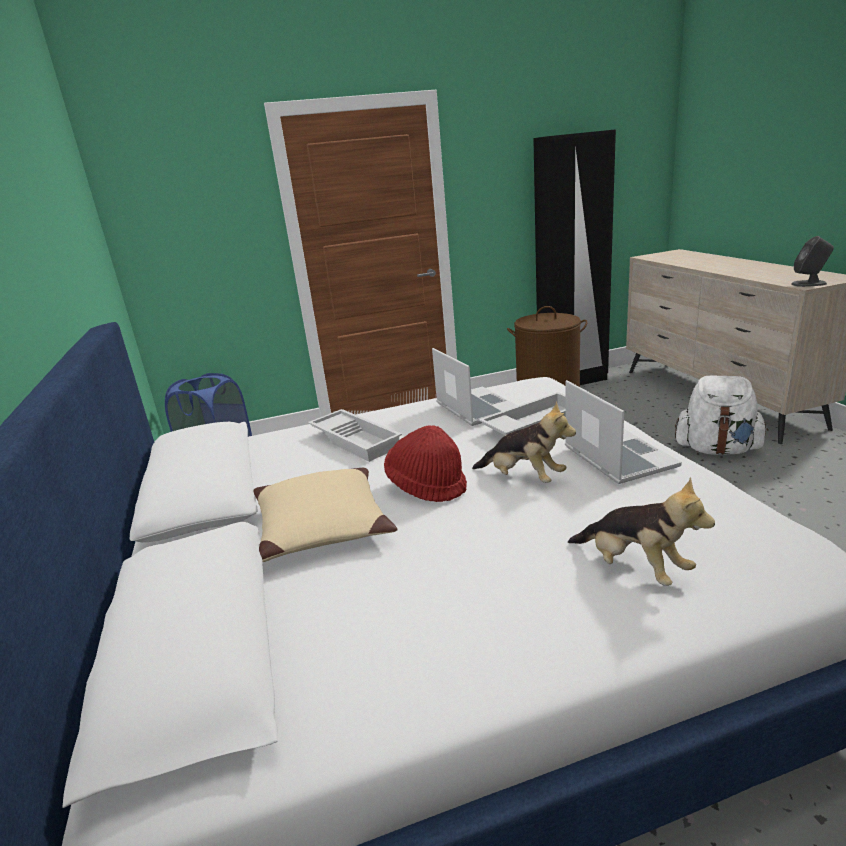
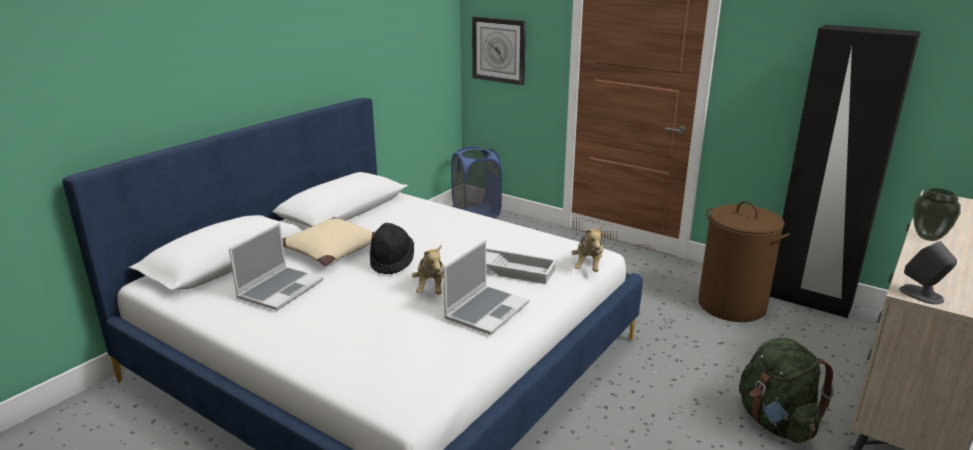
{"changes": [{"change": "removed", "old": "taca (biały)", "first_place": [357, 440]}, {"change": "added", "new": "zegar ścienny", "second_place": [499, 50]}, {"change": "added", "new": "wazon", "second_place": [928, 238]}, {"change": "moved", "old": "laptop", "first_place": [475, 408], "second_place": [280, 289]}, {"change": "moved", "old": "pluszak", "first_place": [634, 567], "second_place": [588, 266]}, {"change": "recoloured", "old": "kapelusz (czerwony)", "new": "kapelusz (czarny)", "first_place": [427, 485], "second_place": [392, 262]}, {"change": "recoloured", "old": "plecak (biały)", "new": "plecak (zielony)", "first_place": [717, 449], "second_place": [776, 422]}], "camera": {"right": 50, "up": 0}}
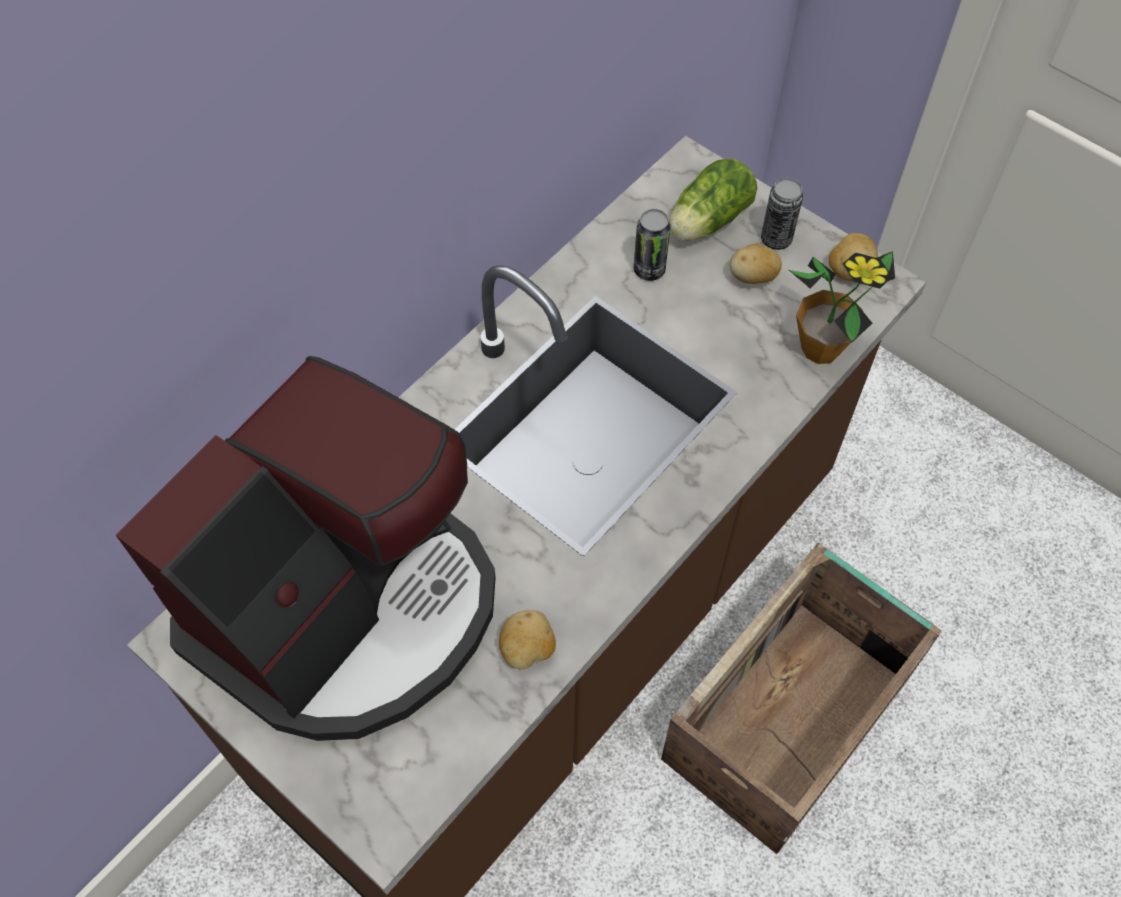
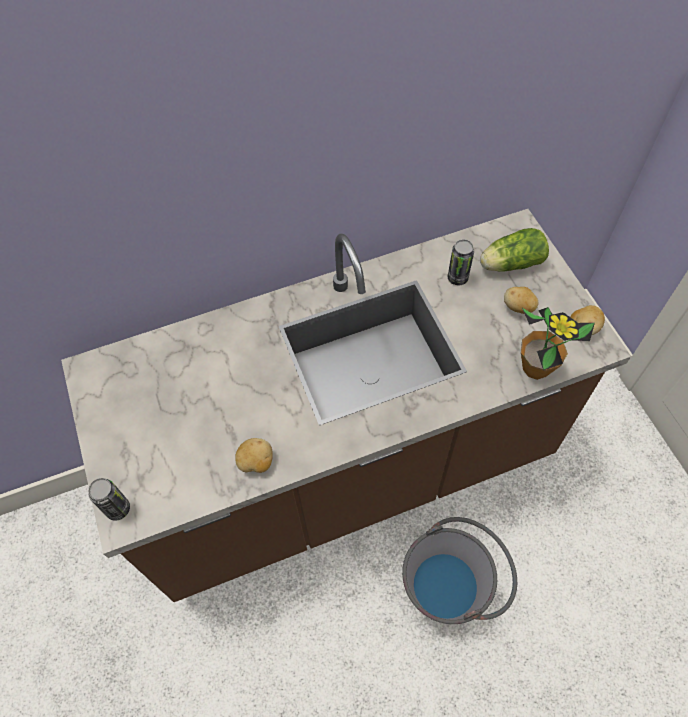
{"changes": [{"change": "removed", "old": "ekspres do kawy", "first_place": [348, 607]}, {"change": "moved", "old": "puszka", "first_place": [776, 239], "second_place": [118, 509]}, {"change": "replaced", "old": "skrzynka", "new": "wiadro (szary)", "first_place": [790, 716], "second_place": [453, 585]}], "camera": {"right": 30, "up": 0}}
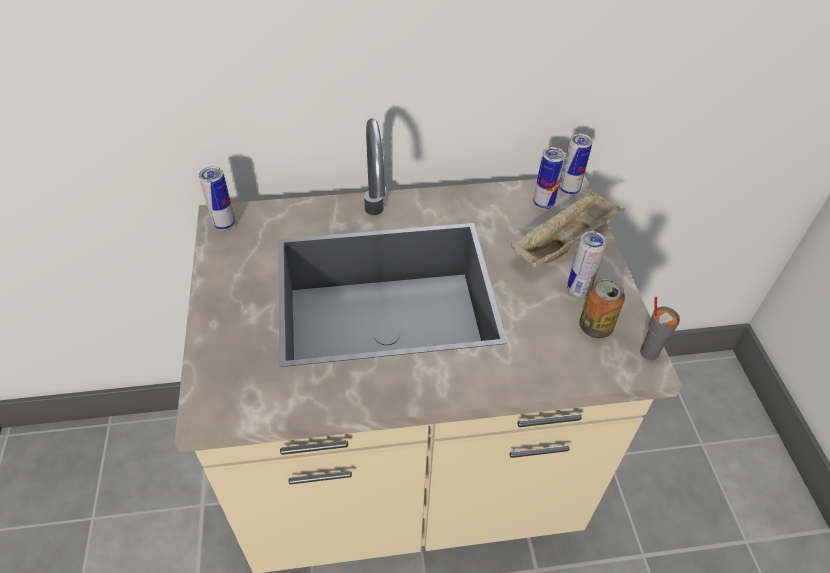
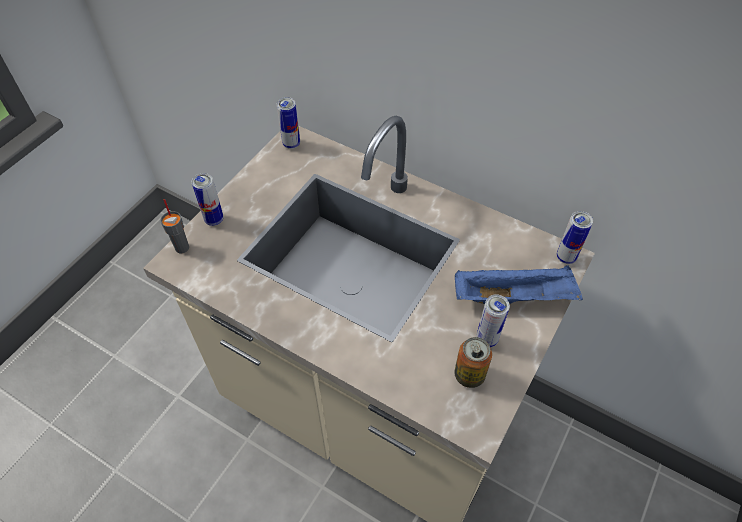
{"changes": [{"change": "moved", "old": "puszka", "first_place": [543, 204], "second_place": [214, 219]}, {"change": "moved", "old": "filiżanka (szary)", "first_place": [648, 352], "second_place": [182, 247]}, {"change": "recoloured", "old": "taca (beżowy)", "new": "taca (niebieski)", "first_place": [564, 243], "second_place": [514, 296]}], "camera": {"right": 40, "up": 5}}
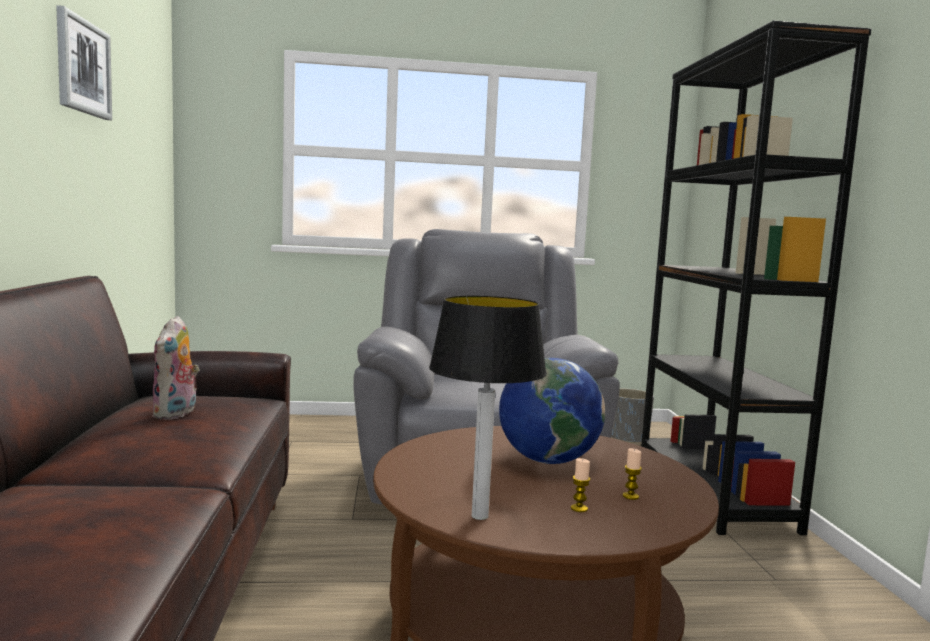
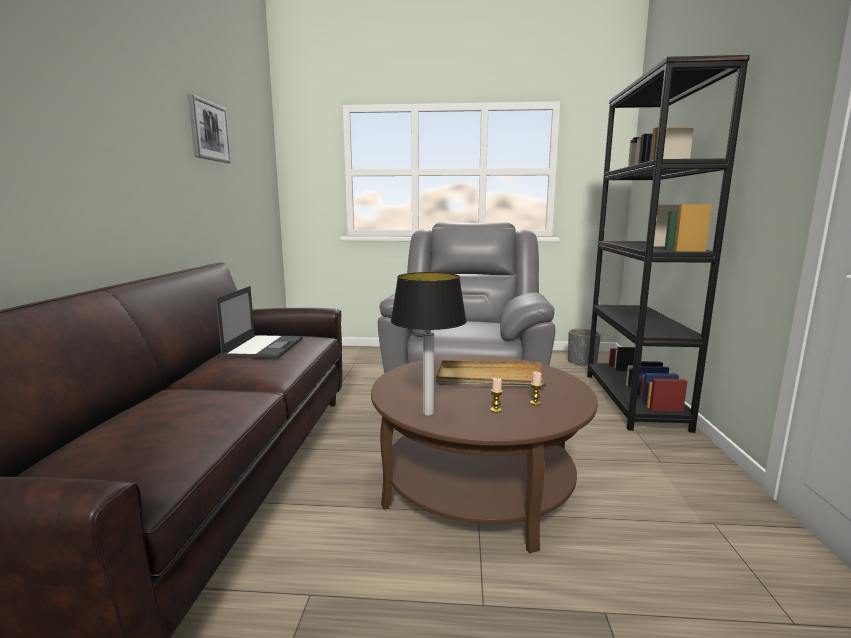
{"changes": [{"change": "replaced", "old": "pluszak", "new": "laptop", "first_place": [176, 414], "second_place": [264, 347]}, {"change": "replaced", "old": "globus", "new": "taca (beżowy)", "first_place": [548, 460], "second_place": [489, 378]}], "camera": {"right": 10, "up": 5}}
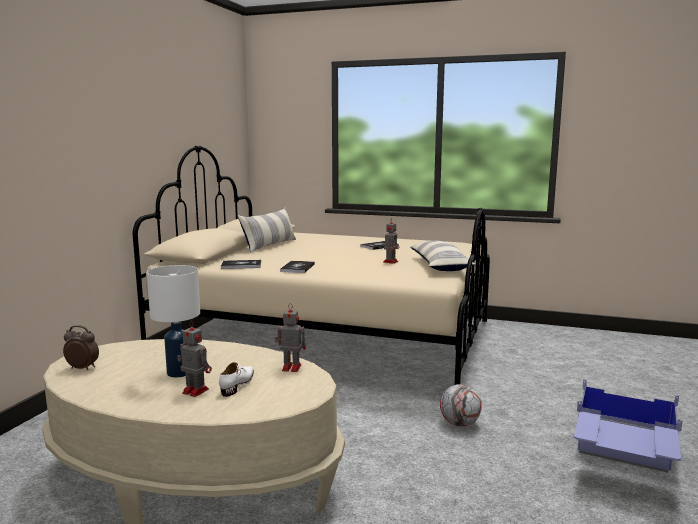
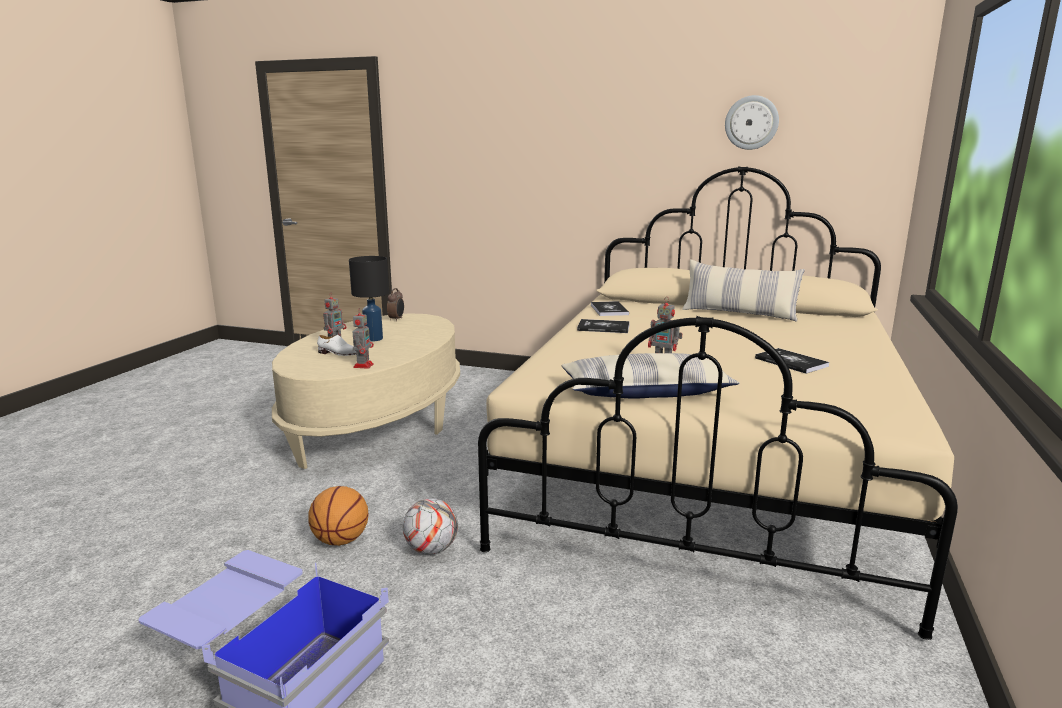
{"changes": [{"change": "added", "new": "piłka do koszykówki", "second_place": [341, 541]}, {"change": "added", "new": "zegar ścienny", "second_place": [751, 122]}, {"change": "recoloured", "old": "lampa stołowa (biały)", "new": "lampa stołowa (czarny)", "first_place": [180, 372], "second_place": [374, 339]}], "camera": {"right": 90, "up": 5}}
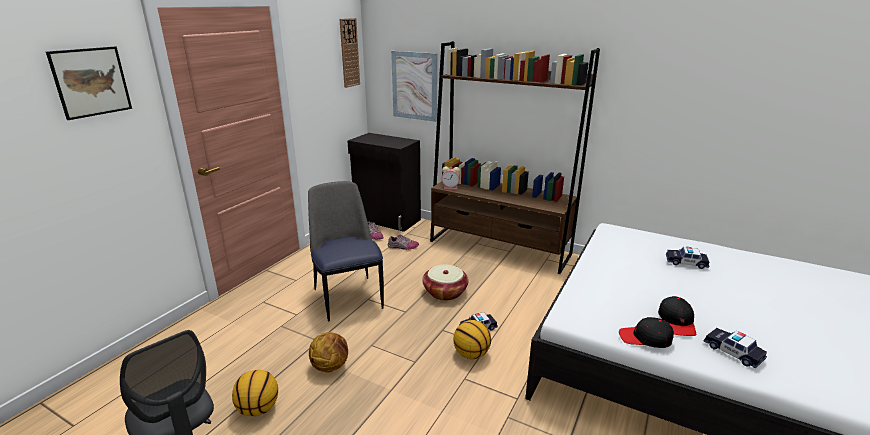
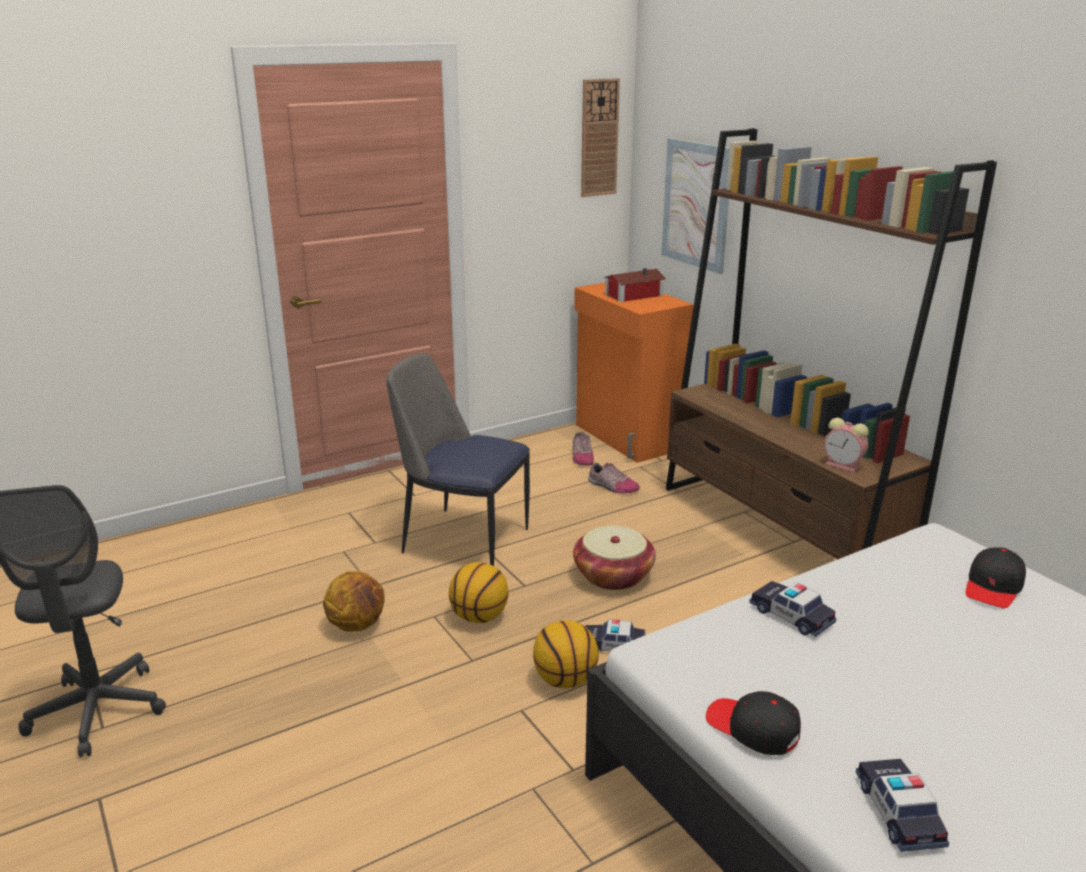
{"changes": [{"change": "removed", "old": "obraz", "first_place": [91, 82]}, {"change": "added", "new": "domek", "second_place": [632, 295]}, {"change": "moved", "old": "piłka do koszykówki", "first_place": [258, 409], "second_place": [479, 617]}, {"change": "moved", "old": "budzik", "first_place": [451, 187], "second_place": [844, 465]}, {"change": "moved", "old": "czapka z daszkiem (czarny)", "first_place": [677, 322], "second_place": [993, 587]}, {"change": "moved", "old": "samochodzik", "first_place": [686, 262], "second_place": [791, 616]}, {"change": "recoloured", "old": "szafka (czarny)", "new": "szafka (pomarańczowy)", "first_place": [387, 220], "second_place": [627, 437]}, {"change": "turned", "old": "krzesło", "first_place": [348, 297], "second_place": [462, 539], "degrees": -75}], "camera": {"right": 30, "up": 0}}
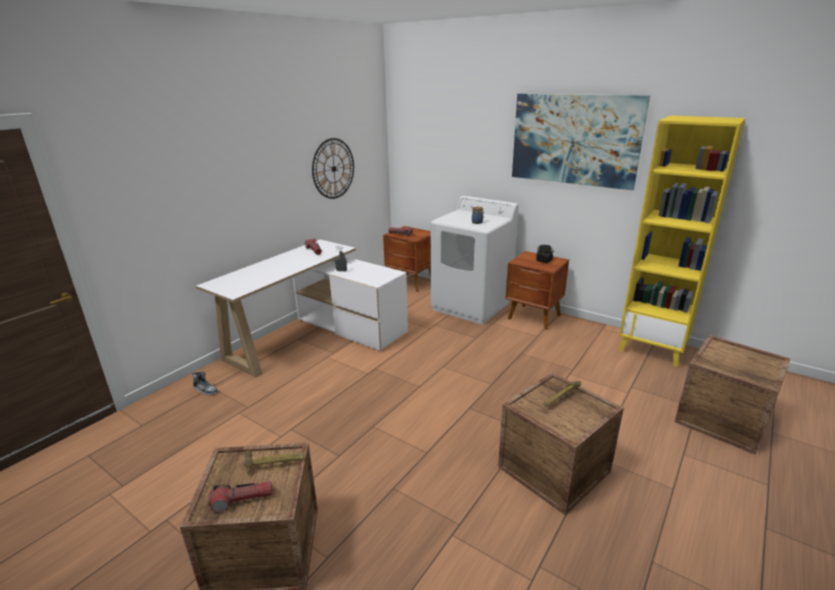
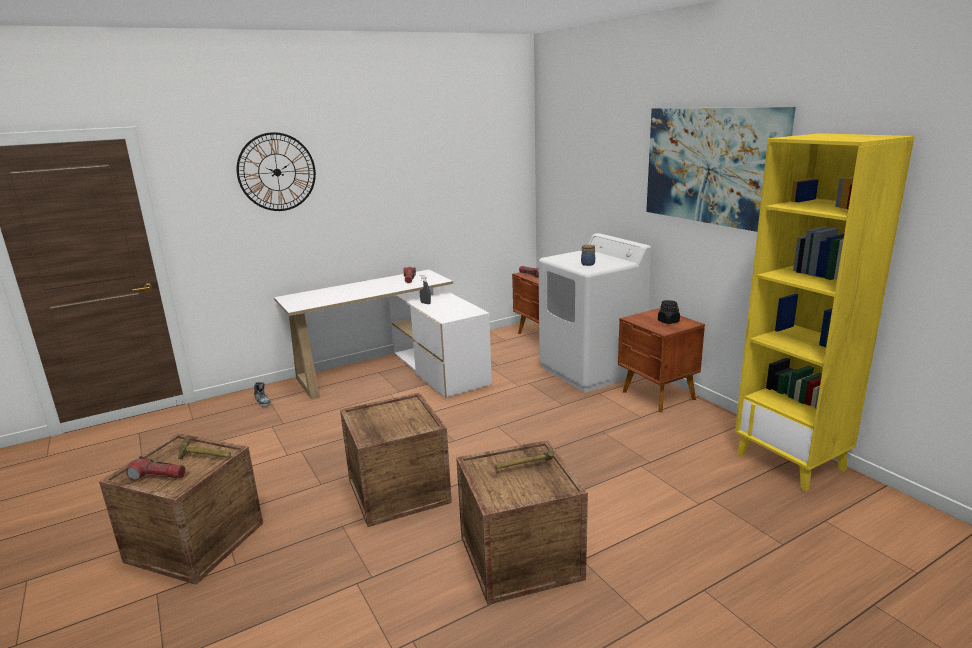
{"changes": [{"change": "moved", "old": "zegar ścienny", "first_place": [333, 168], "second_place": [277, 172]}, {"change": "moved", "old": "skrzynka", "first_place": [722, 419], "second_place": [398, 491]}], "camera": {"right": 25, "up": -5}}
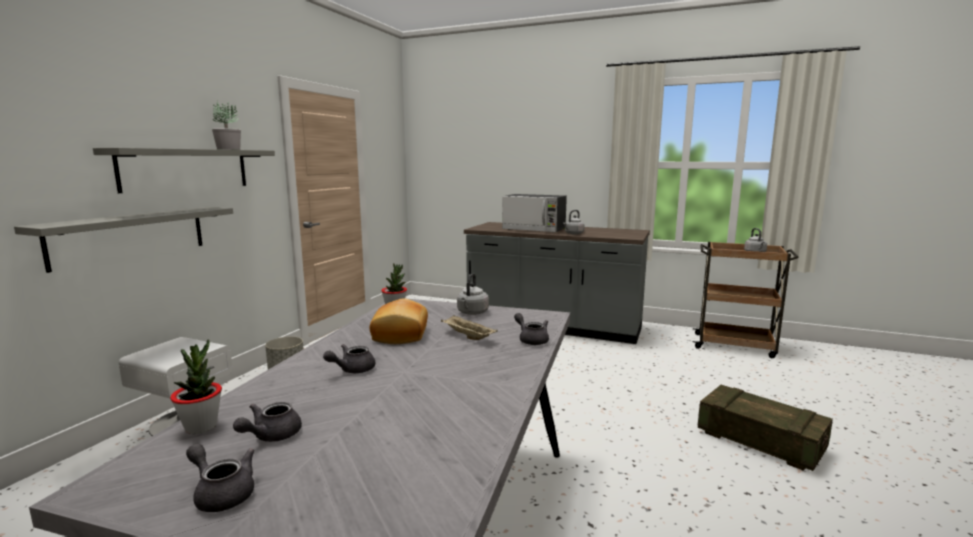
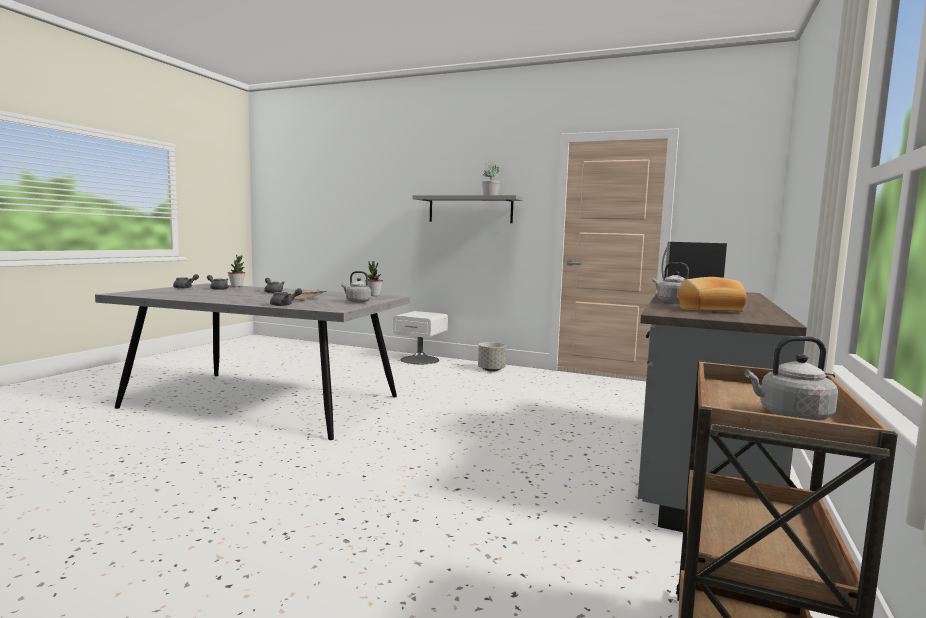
{"changes": [{"change": "removed", "old": "półka (szary)", "first_place": [131, 236]}, {"change": "removed", "old": "skrzynka", "first_place": [759, 441]}, {"change": "moved", "old": "chleb", "first_place": [402, 334], "second_place": [710, 310]}], "camera": {"right": 90, "up": -5}}
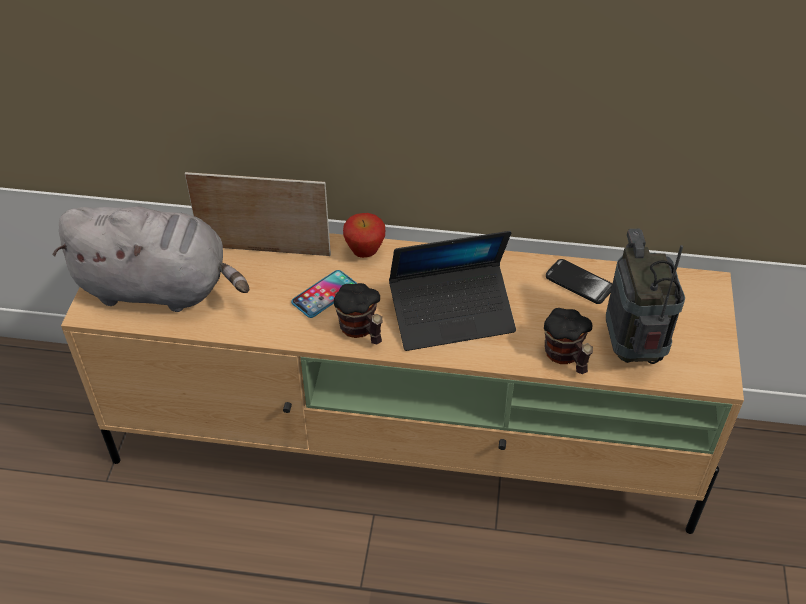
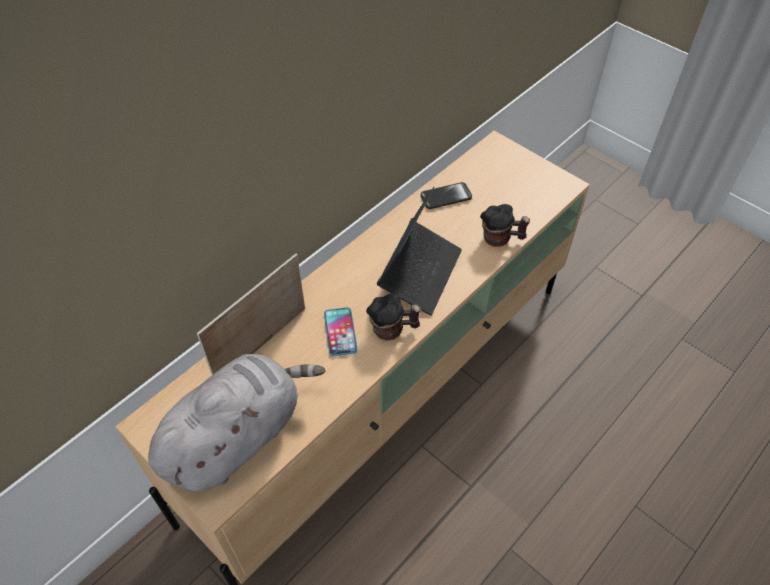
{"changes": [{"change": "removed", "old": "jabłko", "first_place": [365, 253]}, {"change": "removed", "old": "radio", "first_place": [632, 349]}], "camera": {"right": -55, "up": 5}}
